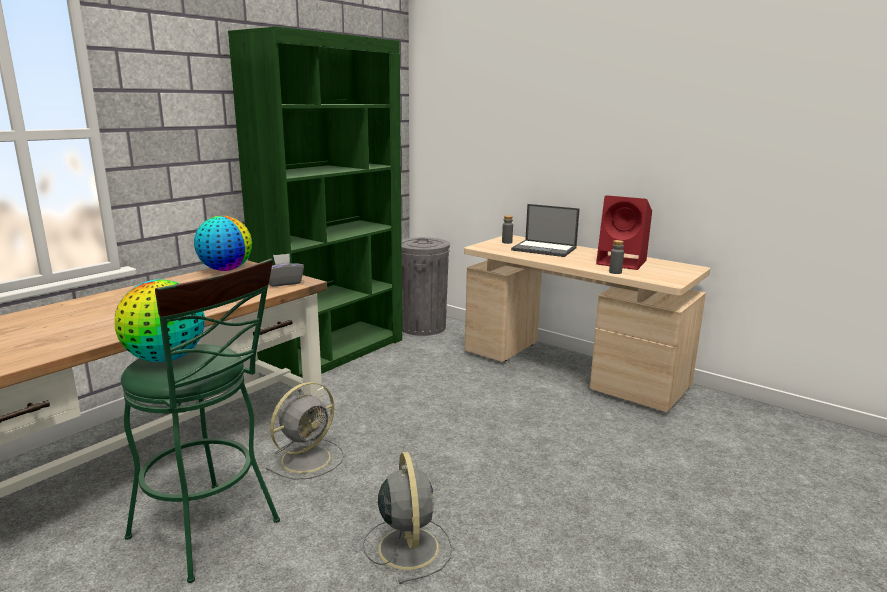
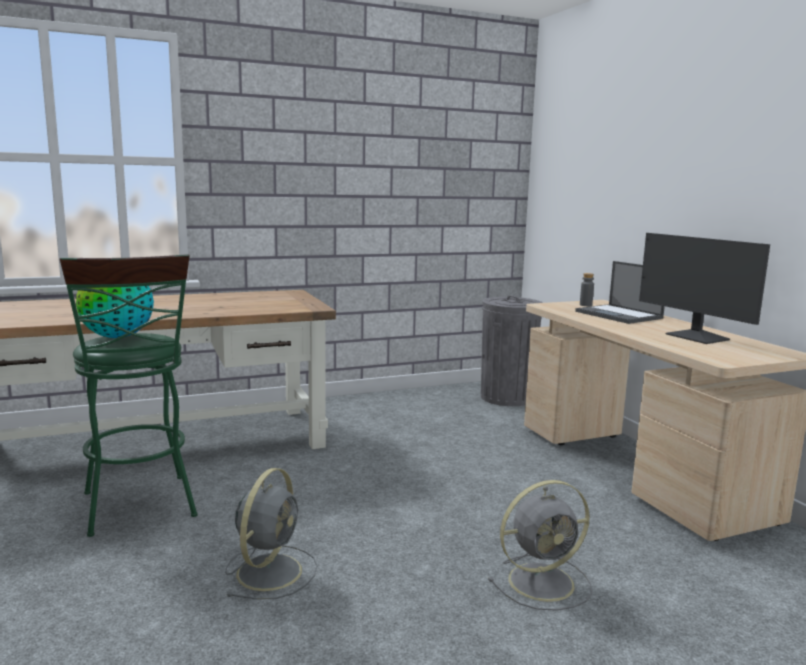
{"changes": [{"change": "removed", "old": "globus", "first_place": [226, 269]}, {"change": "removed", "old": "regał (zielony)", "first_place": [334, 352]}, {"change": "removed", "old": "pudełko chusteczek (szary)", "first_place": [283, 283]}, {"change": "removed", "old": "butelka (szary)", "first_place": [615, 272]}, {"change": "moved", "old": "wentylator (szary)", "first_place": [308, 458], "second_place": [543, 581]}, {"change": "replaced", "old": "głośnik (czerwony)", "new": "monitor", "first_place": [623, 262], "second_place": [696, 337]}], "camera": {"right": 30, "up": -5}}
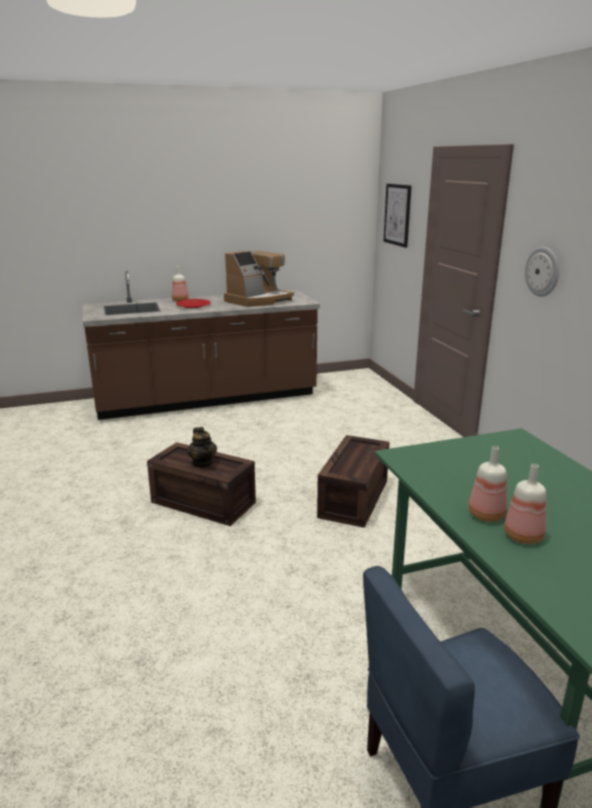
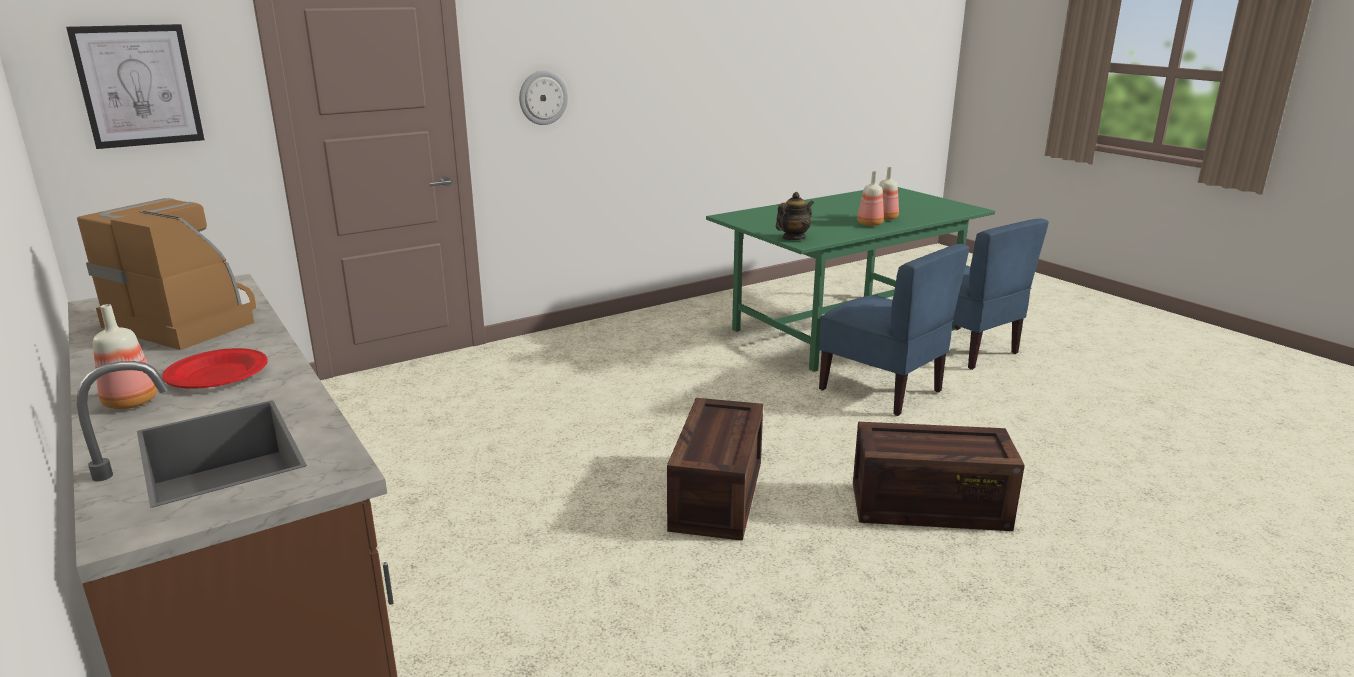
{"changes": [{"change": "added", "new": "krzesło (niebieski)", "second_place": [881, 390]}, {"change": "moved", "old": "imbryk", "first_place": [203, 463], "second_place": [793, 238]}, {"change": "moved", "old": "skrzynka", "first_place": [352, 497], "second_place": [927, 507]}], "camera": {"right": -105, "up": 0}}
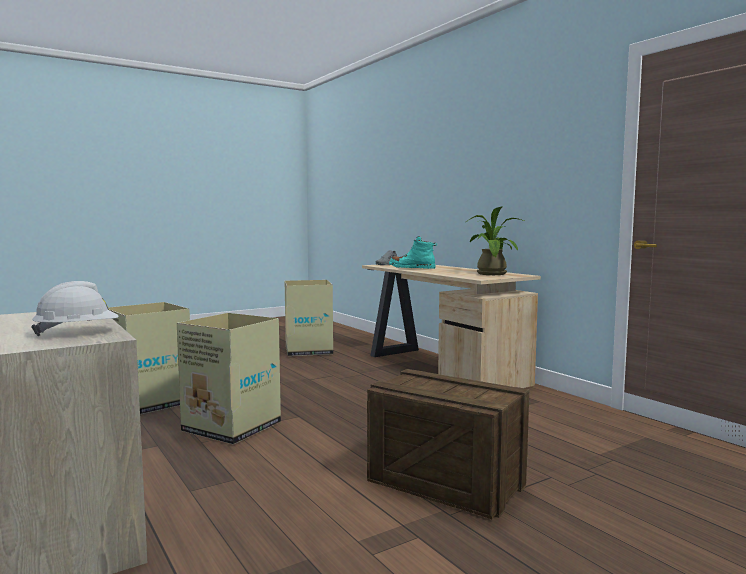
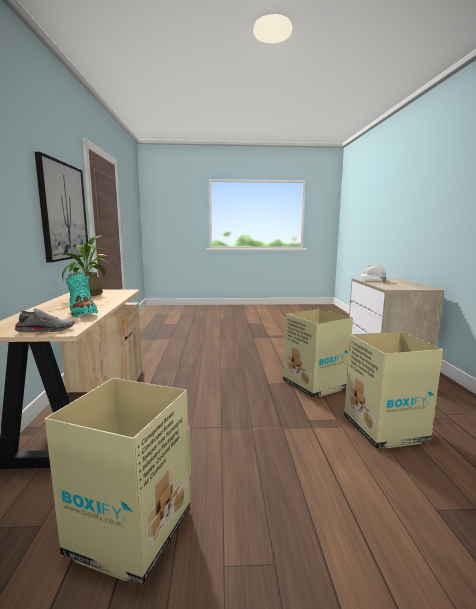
{"changes": [{"change": "removed", "old": "skrzynka", "first_place": [446, 482]}, {"change": "added", "new": "obraz", "second_place": [63, 211]}], "camera": {"right": -150, "up": 5}}
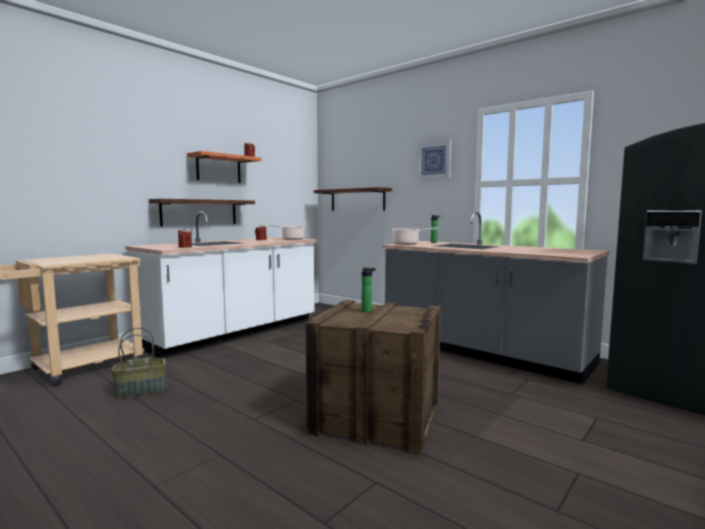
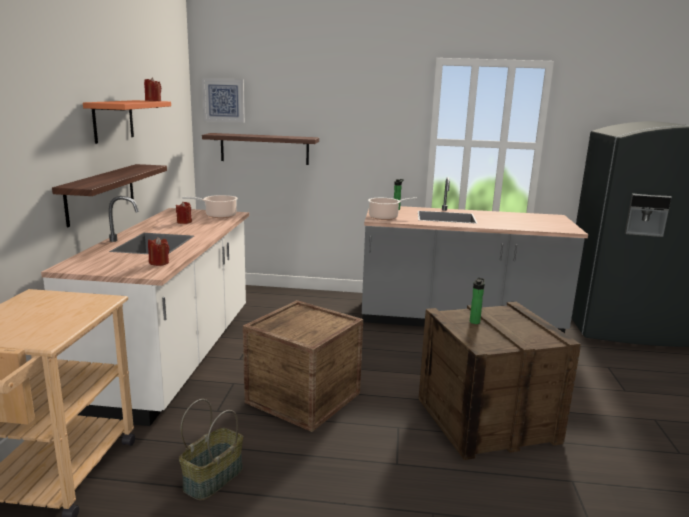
{"changes": [{"change": "added", "new": "skrzynka", "second_place": [303, 398]}, {"change": "moved", "old": "obraz", "first_place": [434, 160], "second_place": [224, 100]}], "camera": {"right": -35, "up": 10}}
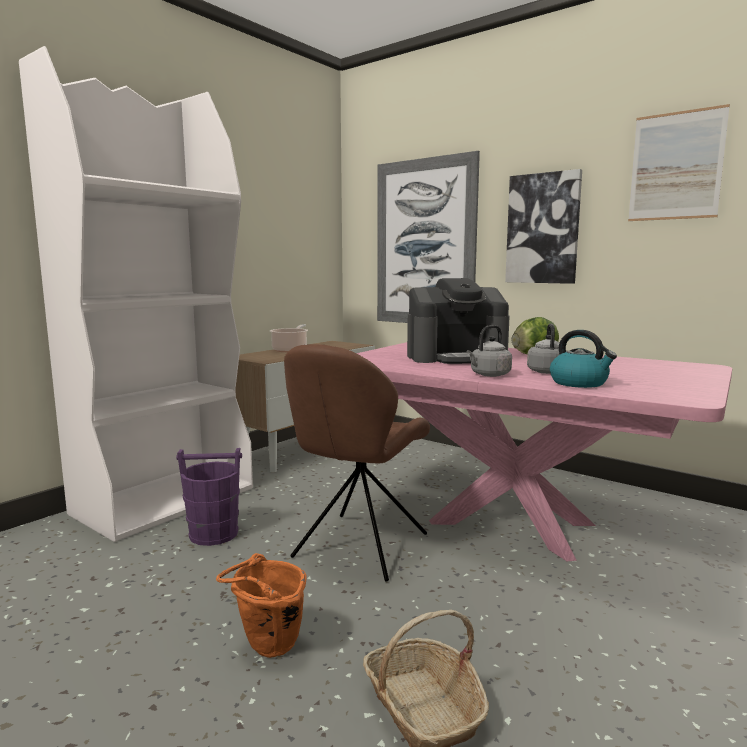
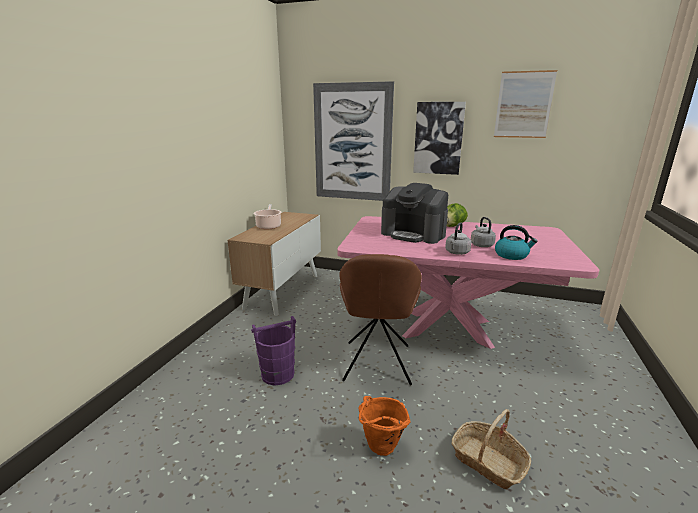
{"changes": [{"change": "removed", "old": "regał (biały)", "first_place": [165, 500]}, {"change": "turned", "old": "ekspres do kawy", "first_place": [456, 357], "second_place": [413, 234], "degrees": 60}], "camera": {"right": -20, "up": 10}}
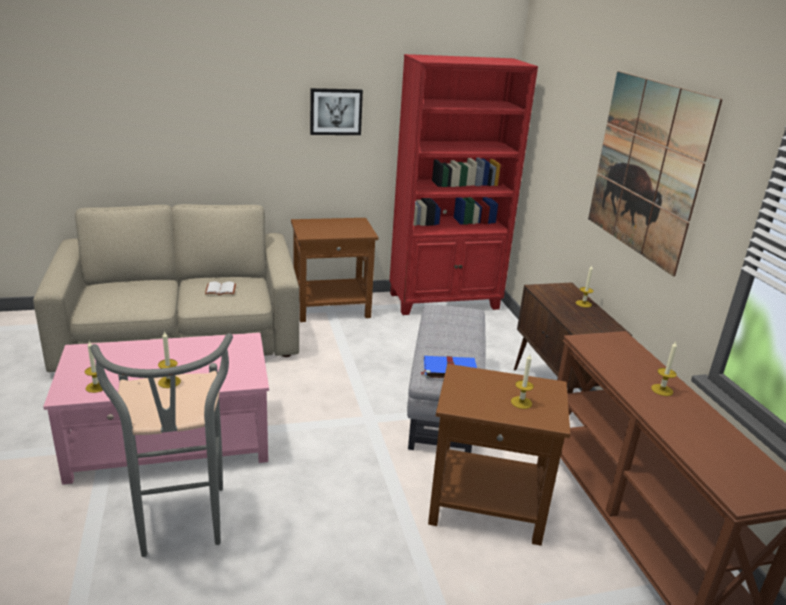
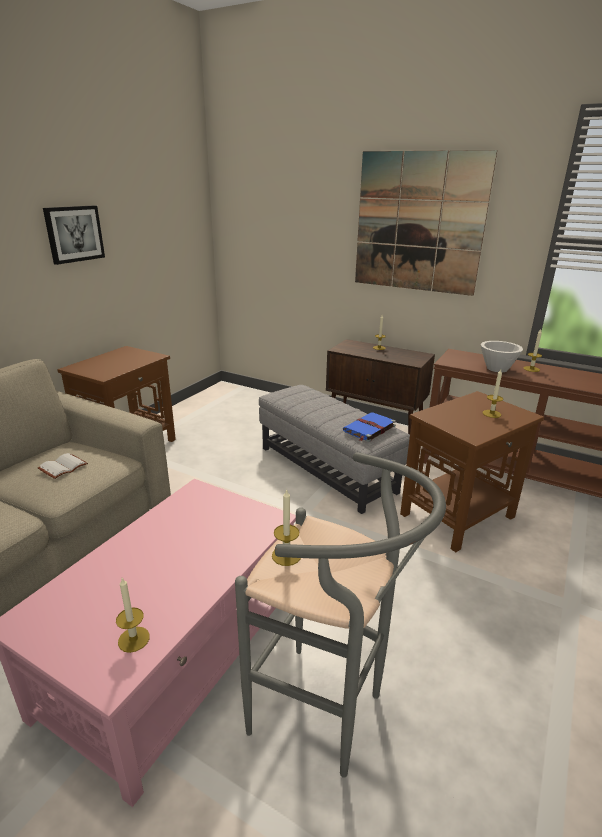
{"changes": [{"change": "removed", "old": "regał (czerwony)", "first_place": [445, 301]}, {"change": "added", "new": "miska (biały)", "second_place": [497, 369]}], "camera": {"right": -45, "up": 0}}
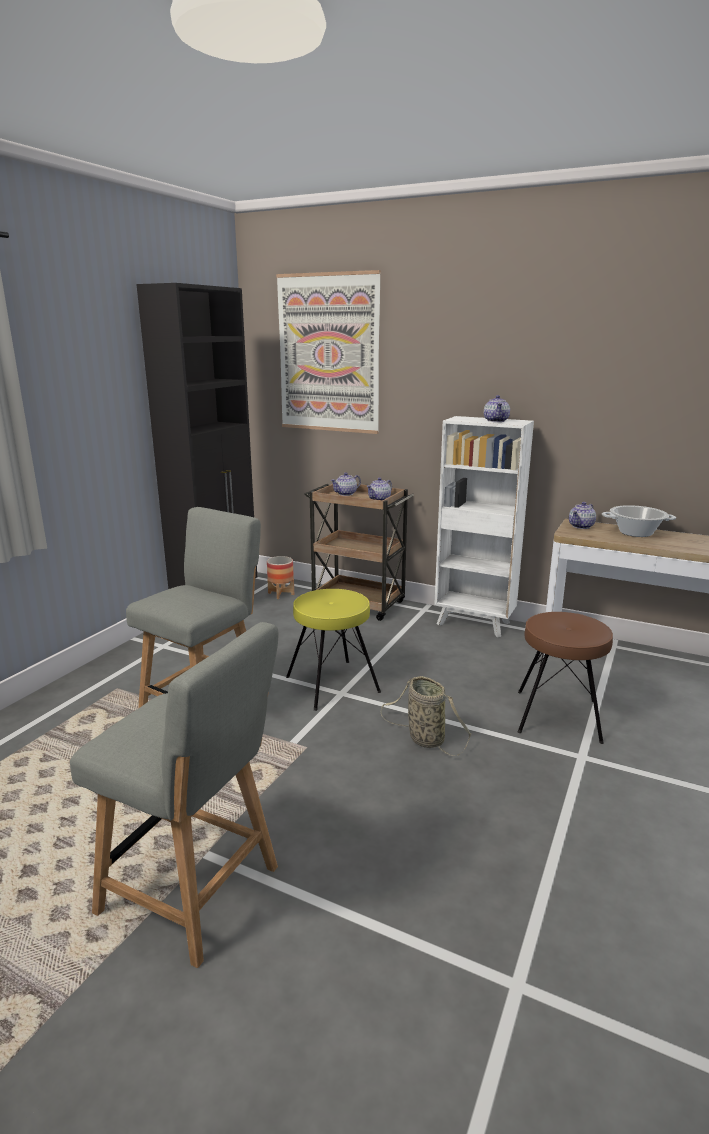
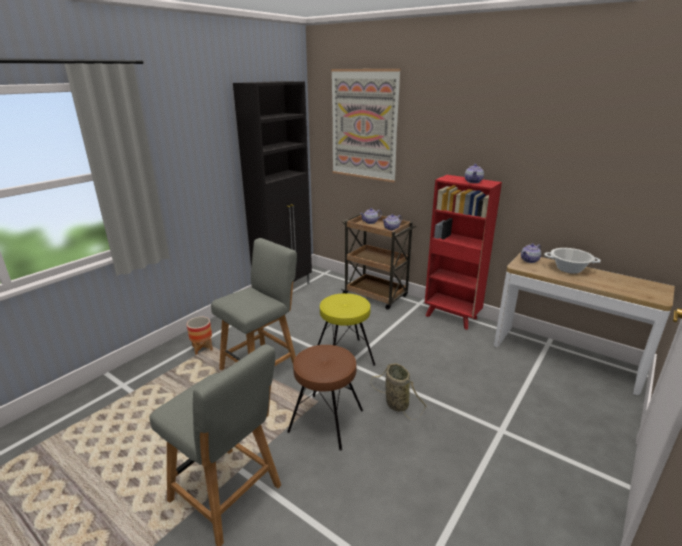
{"changes": [{"change": "moved", "old": "donica", "first_place": [281, 594], "second_place": [202, 348]}, {"change": "moved", "old": "stołek (brązowy)", "first_place": [557, 715], "second_place": [326, 420]}, {"change": "recoloured", "old": "regał (biały)", "new": "regał (czerwony)", "first_place": [474, 624], "second_place": [452, 317]}], "camera": {"right": 10, "up": 5}}
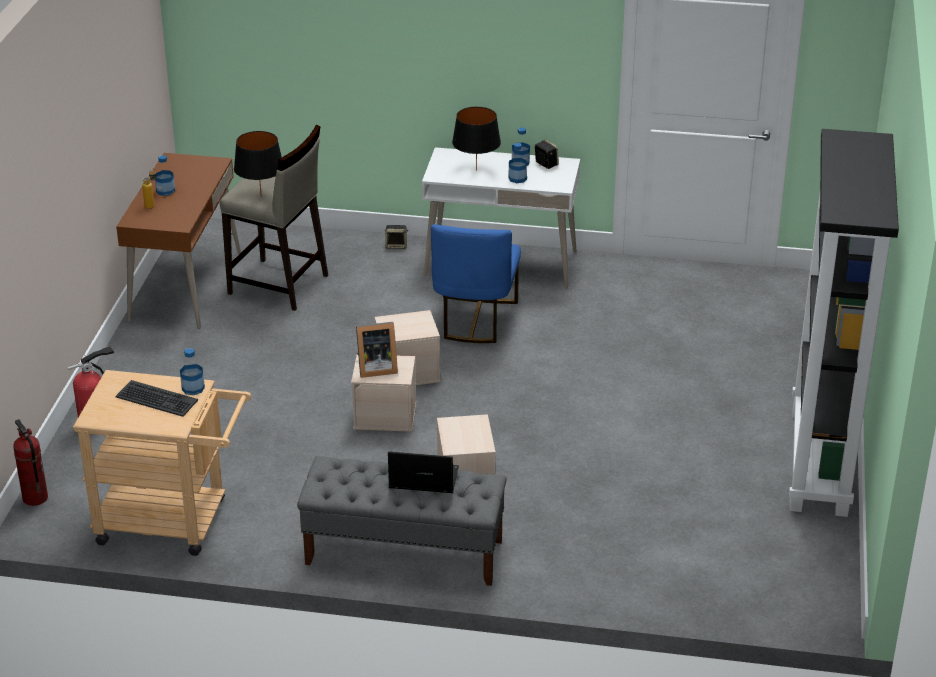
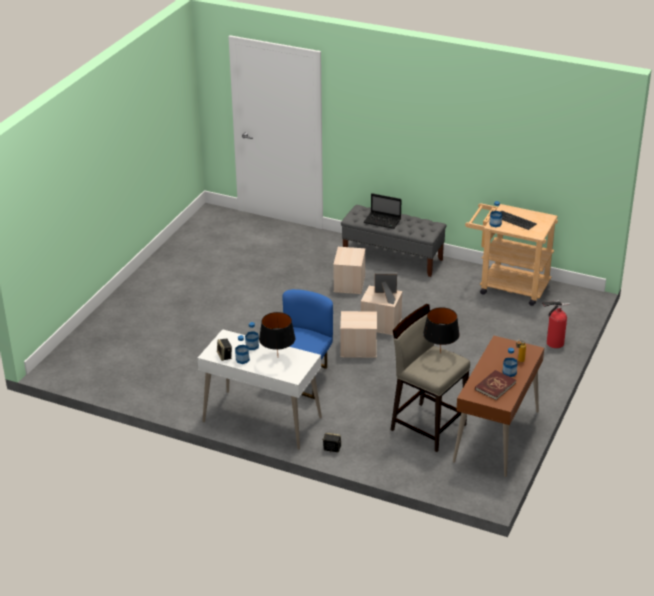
{"changes": [{"change": "removed", "old": "gaśnica", "first_place": [34, 498]}, {"change": "removed", "old": "regał (czarny)", "first_place": [820, 462]}, {"change": "added", "new": "książka (czerwony)", "second_place": [495, 386]}], "camera": {"right": -165, "up": 0}}
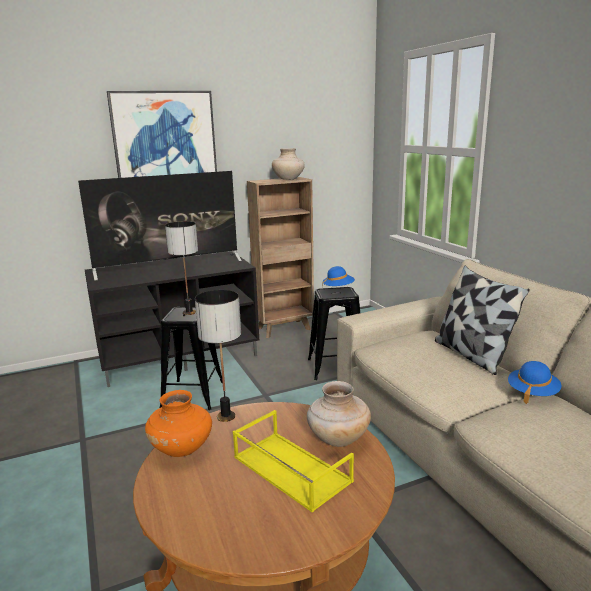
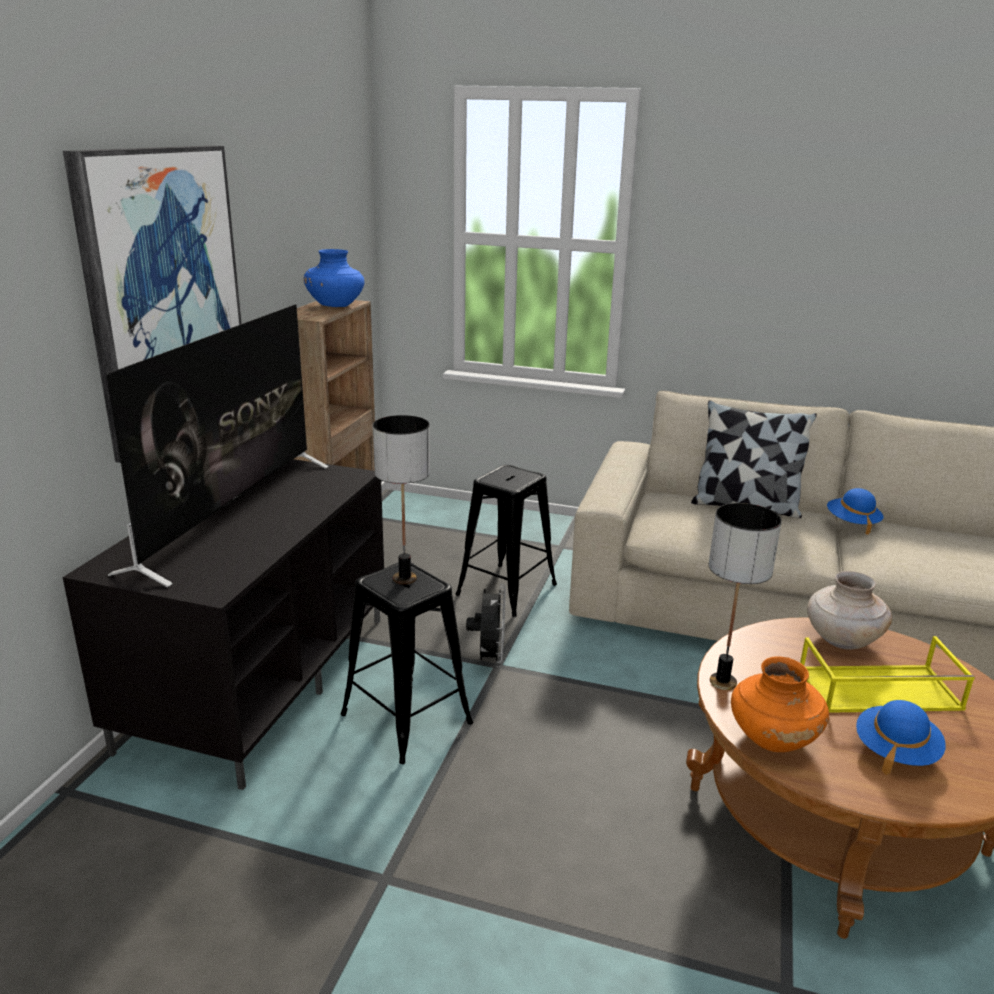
{"changes": [{"change": "added", "new": "wentylator (czarny)", "second_place": [489, 658]}, {"change": "moved", "old": "kapelusz (niebieski)", "first_place": [338, 288], "second_place": [895, 751]}, {"change": "recoloured", "old": "wazon (beżowy)", "new": "wazon (niebieski)", "first_place": [288, 179], "second_place": [336, 305]}], "camera": {"right": -50, "up": 5}}
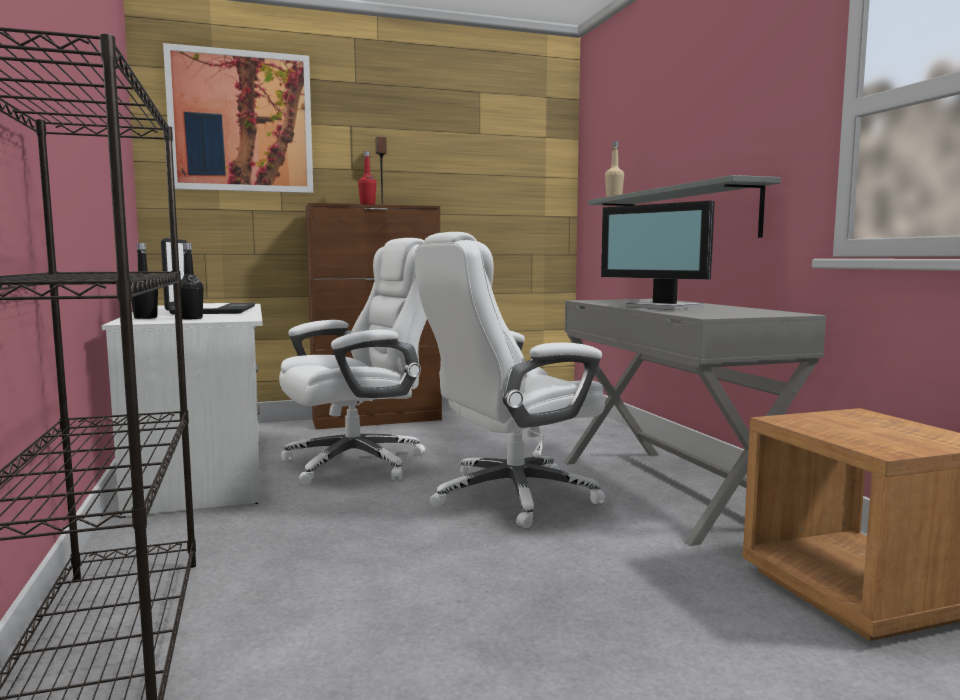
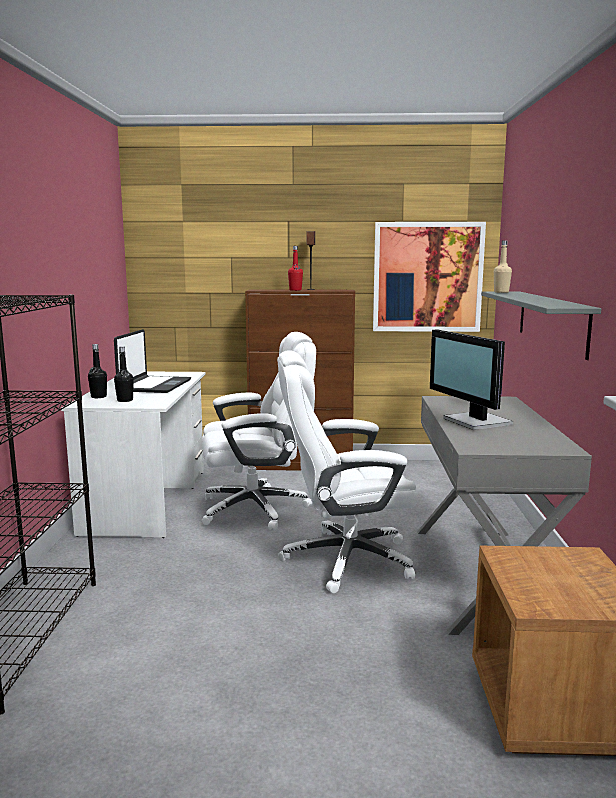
{"changes": [{"change": "moved", "old": "obraz", "first_place": [241, 122], "second_place": [427, 277]}], "camera": {"right": 20, "up": 5}}
